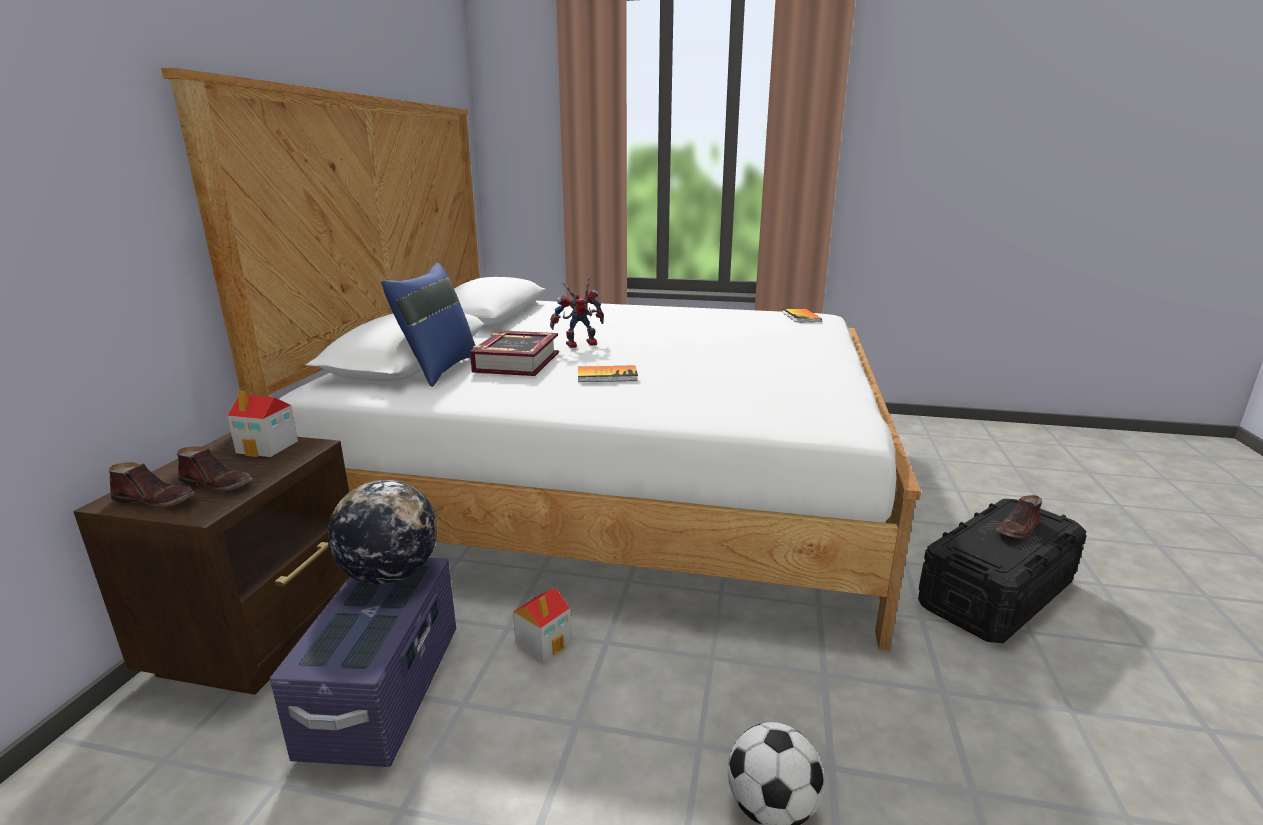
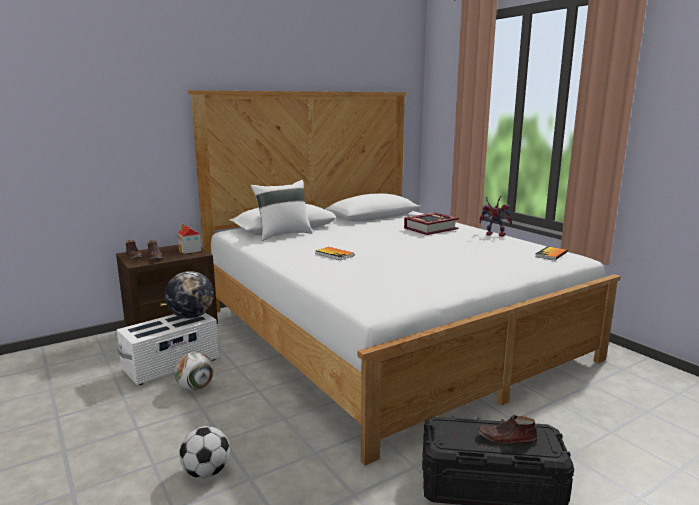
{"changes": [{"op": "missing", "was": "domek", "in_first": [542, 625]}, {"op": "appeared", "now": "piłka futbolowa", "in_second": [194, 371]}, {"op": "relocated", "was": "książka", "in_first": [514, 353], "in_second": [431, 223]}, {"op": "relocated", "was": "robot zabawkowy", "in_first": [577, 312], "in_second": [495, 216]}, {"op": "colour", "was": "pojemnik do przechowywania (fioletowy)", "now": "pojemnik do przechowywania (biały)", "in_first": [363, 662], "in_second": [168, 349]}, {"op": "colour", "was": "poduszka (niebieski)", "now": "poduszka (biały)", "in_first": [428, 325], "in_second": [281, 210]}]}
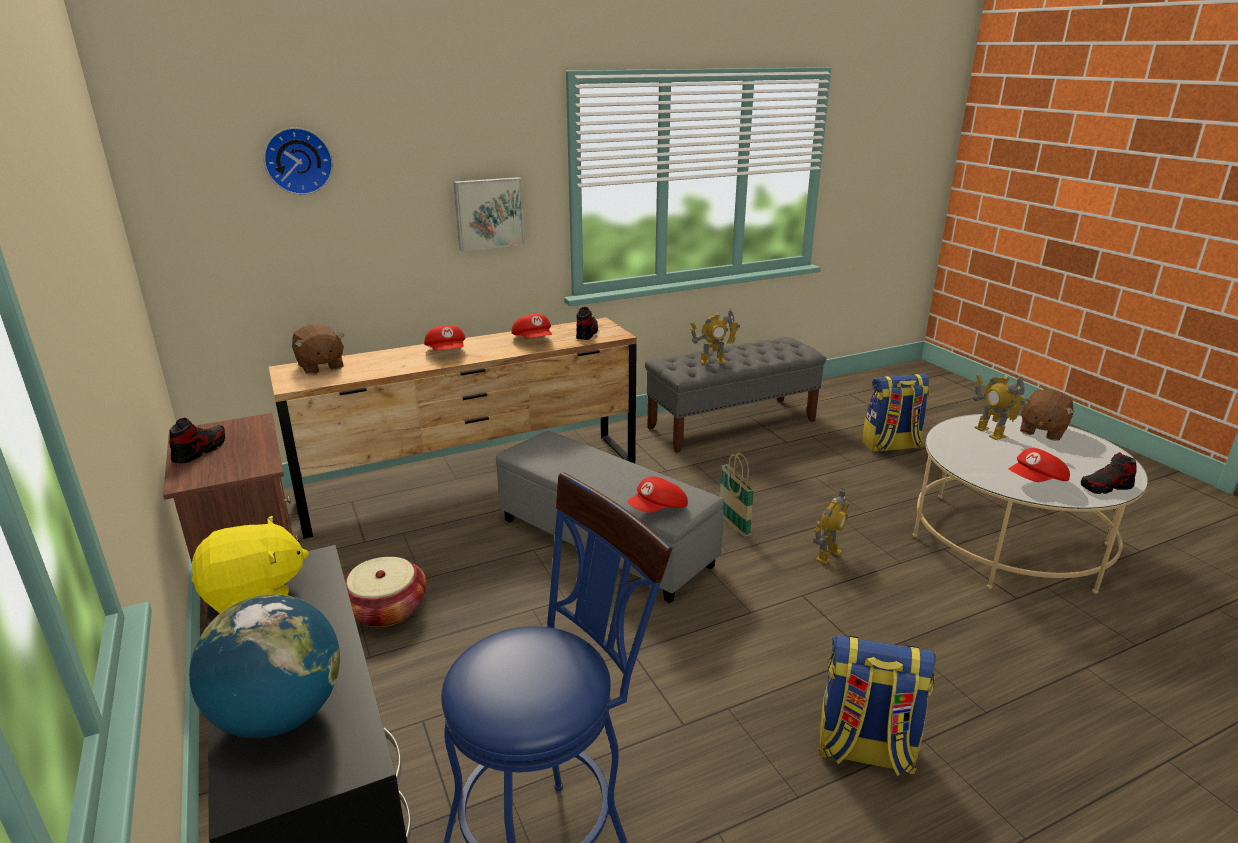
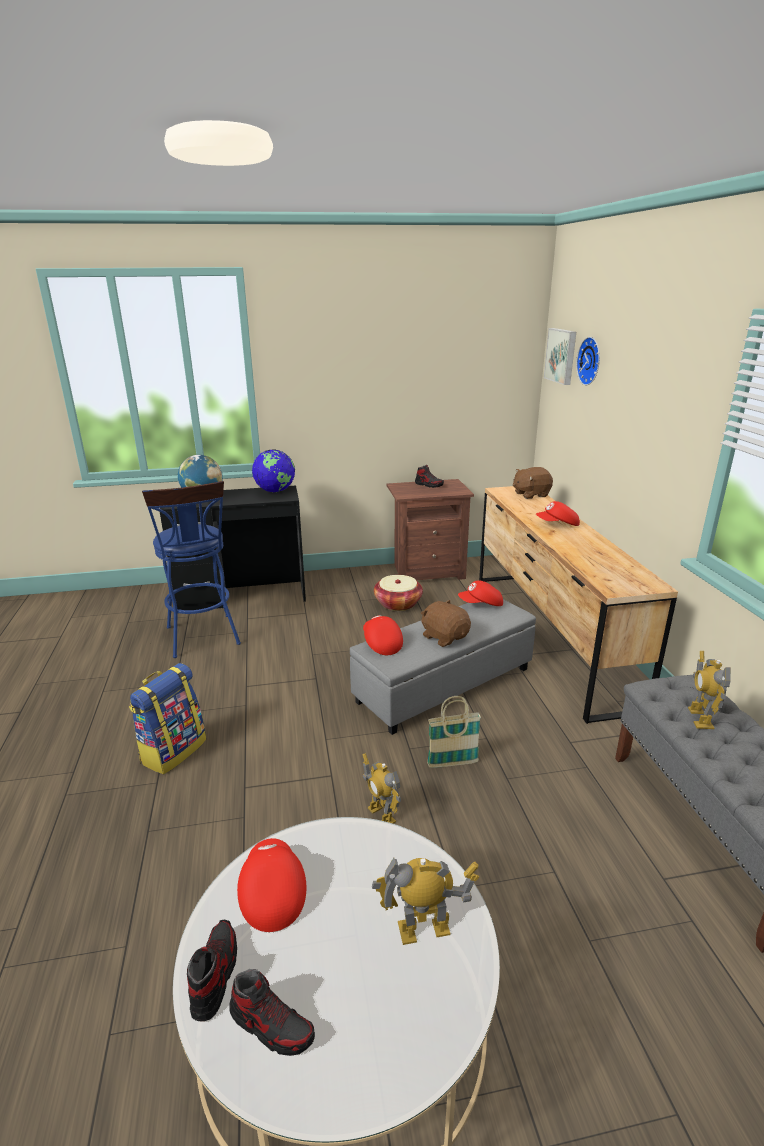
{"changes": [{"op": "missing", "was": "plecak", "in_first": [896, 413]}, {"op": "relocated", "was": "obraz", "in_first": [489, 214], "in_second": [560, 356]}, {"op": "relocated", "was": "czapka z daszkiem (czerwony)", "in_first": [531, 326], "in_second": [480, 593]}, {"op": "relocated", "was": "but", "in_first": [587, 323], "in_second": [272, 1012]}, {"op": "relocated", "was": "pluszak (brązowy)", "in_first": [1047, 415], "in_second": [446, 623]}, {"op": "exchanged", "was": "pluszak (żółty)", "now": "globus", "in_first": [250, 564], "in_second": [273, 471]}]}
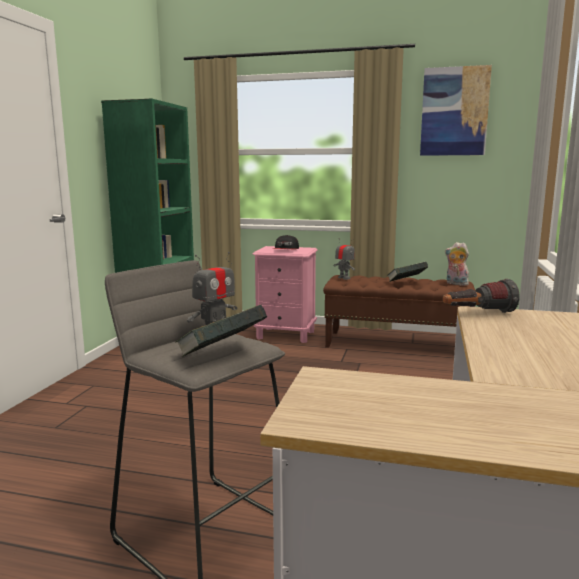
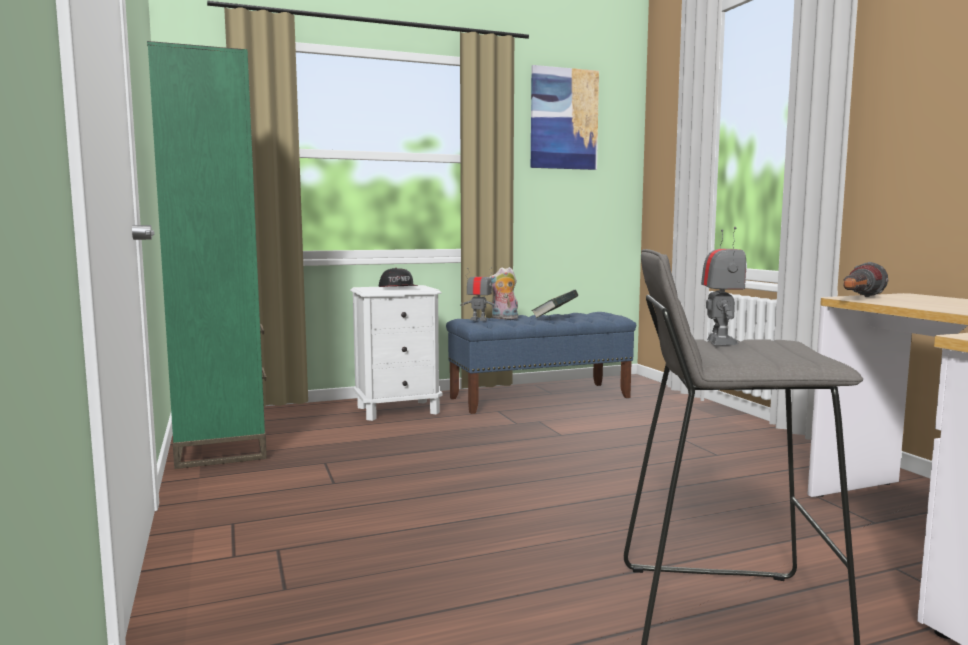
{"changes": [{"op": "missing", "was": "książka", "in_first": [221, 331]}, {"op": "relocated", "was": "pluszak", "in_first": [457, 264], "in_second": [504, 293]}, {"op": "colour", "was": "szafka nocna (różowy)", "now": "szafka nocna (biały)", "in_first": [285, 294], "in_second": [396, 353]}, {"op": "colour", "was": "ławka (brązowy)", "now": "ławka (niebieski)", "in_first": [399, 311], "in_second": [541, 363]}]}
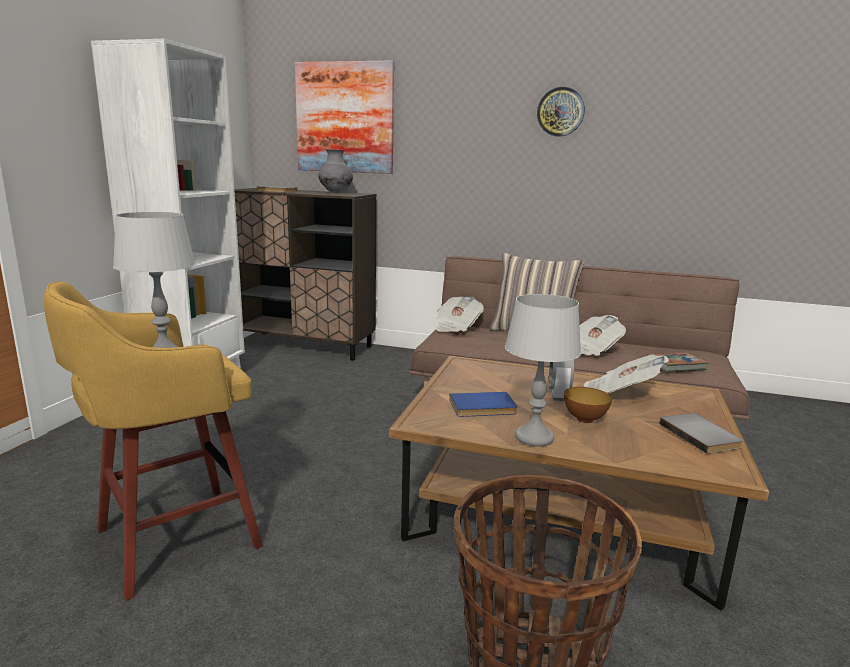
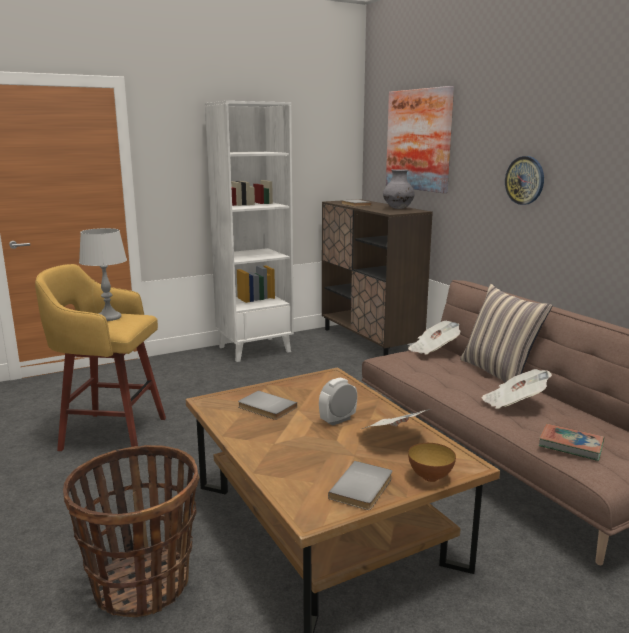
{"changes": [{"op": "missing", "was": "lampa stołowa (szary)", "in_first": [543, 370]}, {"op": "relocated", "was": "zegar ścienny", "in_first": [561, 112], "in_second": [524, 180]}, {"op": "relocated", "was": "miska", "in_first": [588, 405], "in_second": [432, 462]}, {"op": "colour", "was": "książka (niebieski)", "now": "książka (szary)", "in_first": [483, 404], "in_second": [267, 405]}]}
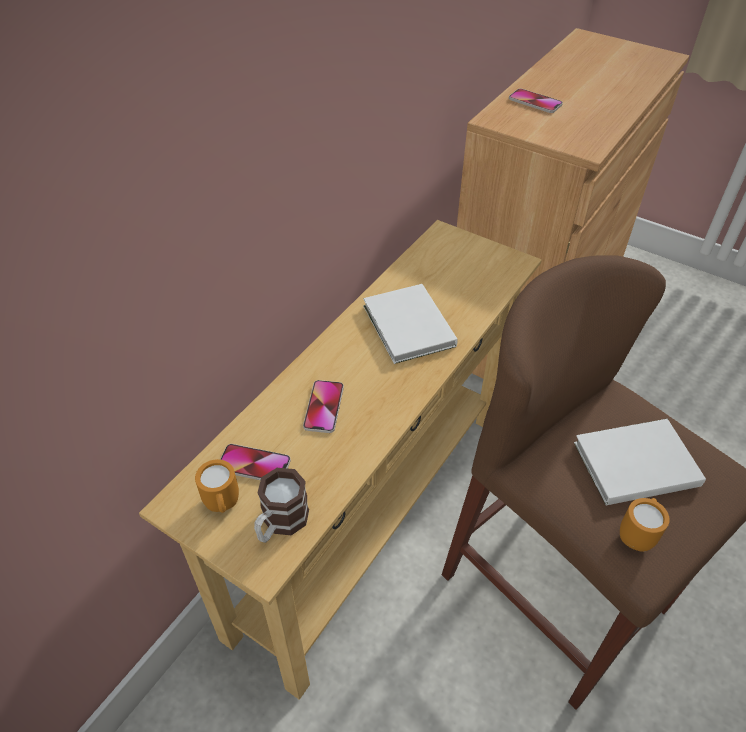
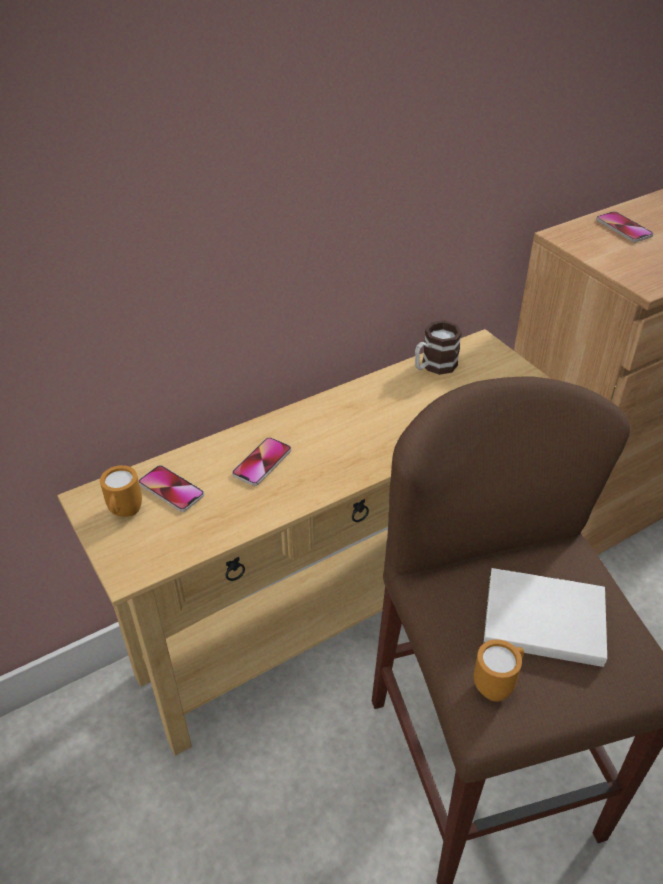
{"changes": [{"op": "missing", "was": "książka (biały)", "in_first": [410, 324]}, {"op": "relocated", "was": "kubek", "in_first": [281, 505], "in_second": [438, 348]}]}
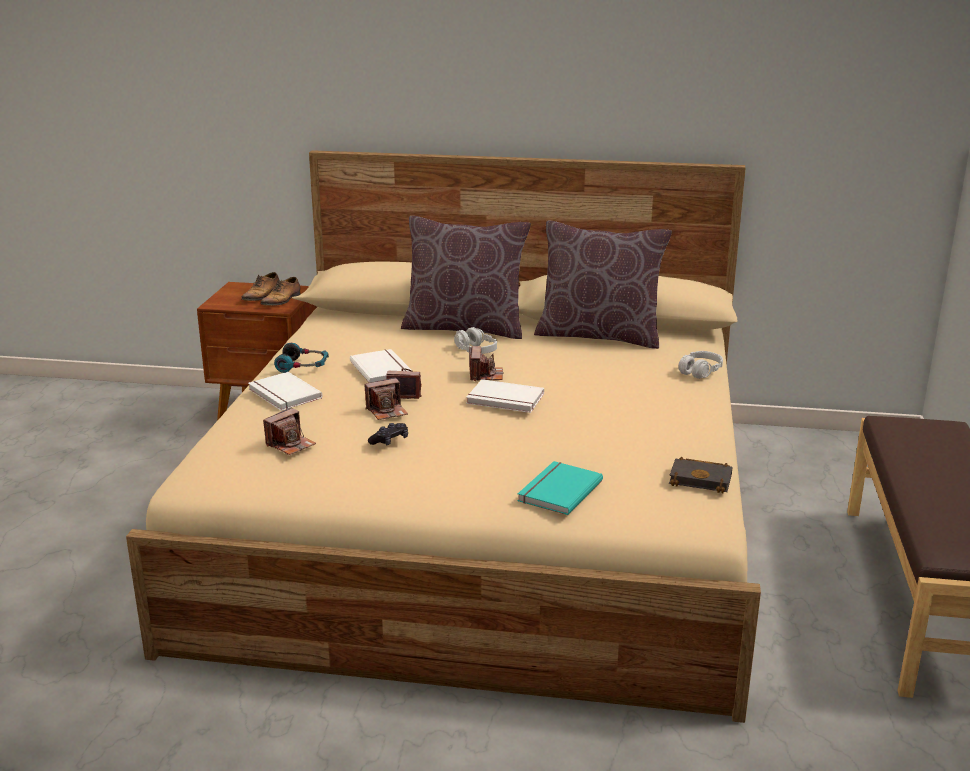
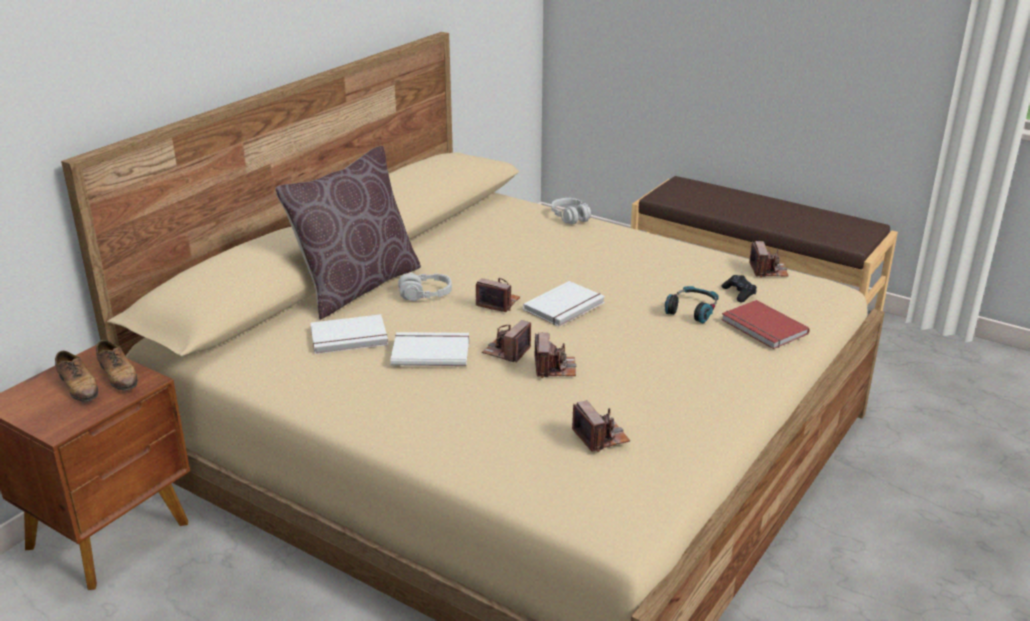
{"changes": [{"op": "missing", "was": "poduszka (brązowy)", "in_first": [603, 285]}, {"op": "relocated", "was": "książka (biały)", "in_first": [285, 391], "in_second": [349, 334]}, {"op": "relocated", "was": "słuchawki", "in_first": [301, 358], "in_second": [692, 304]}, {"op": "relocated", "was": "pad do gier (czarny)", "in_first": [388, 434], "in_second": [739, 288]}, {"op": "exchanged", "was": "książka (czarny)", "now": "aparat fotograficzny", "in_first": [701, 475], "in_second": [769, 259]}, {"op": "colour", "was": "książka (turkusowy)", "now": "książka (czerwony)", "in_first": [560, 488], "in_second": [765, 324]}]}
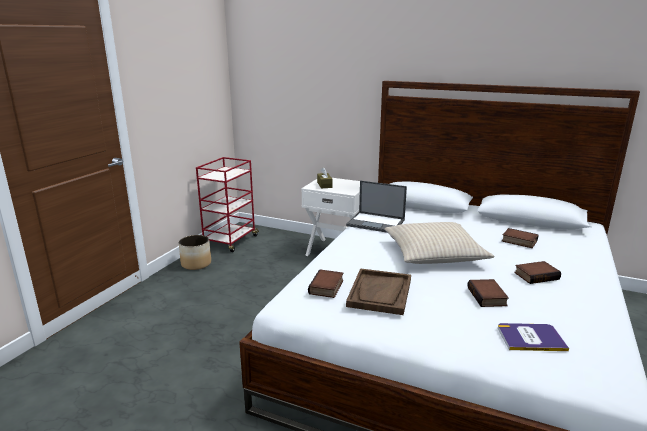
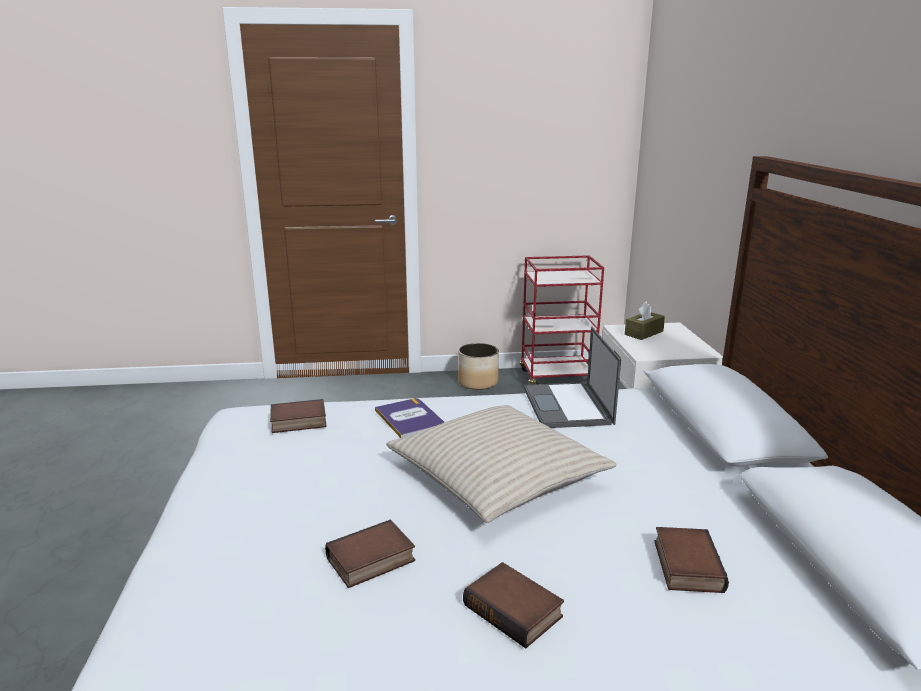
{"changes": [{"op": "missing", "was": "taca (brązowy)", "in_first": [378, 291]}, {"op": "relocated", "was": "książka", "in_first": [533, 337], "in_second": [409, 418]}]}
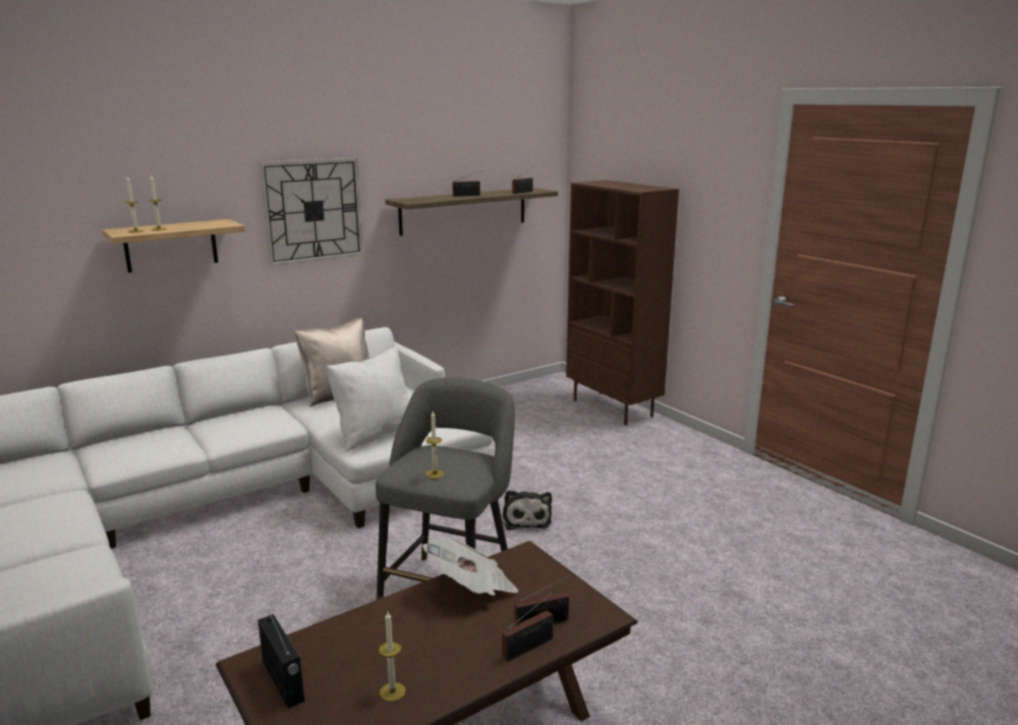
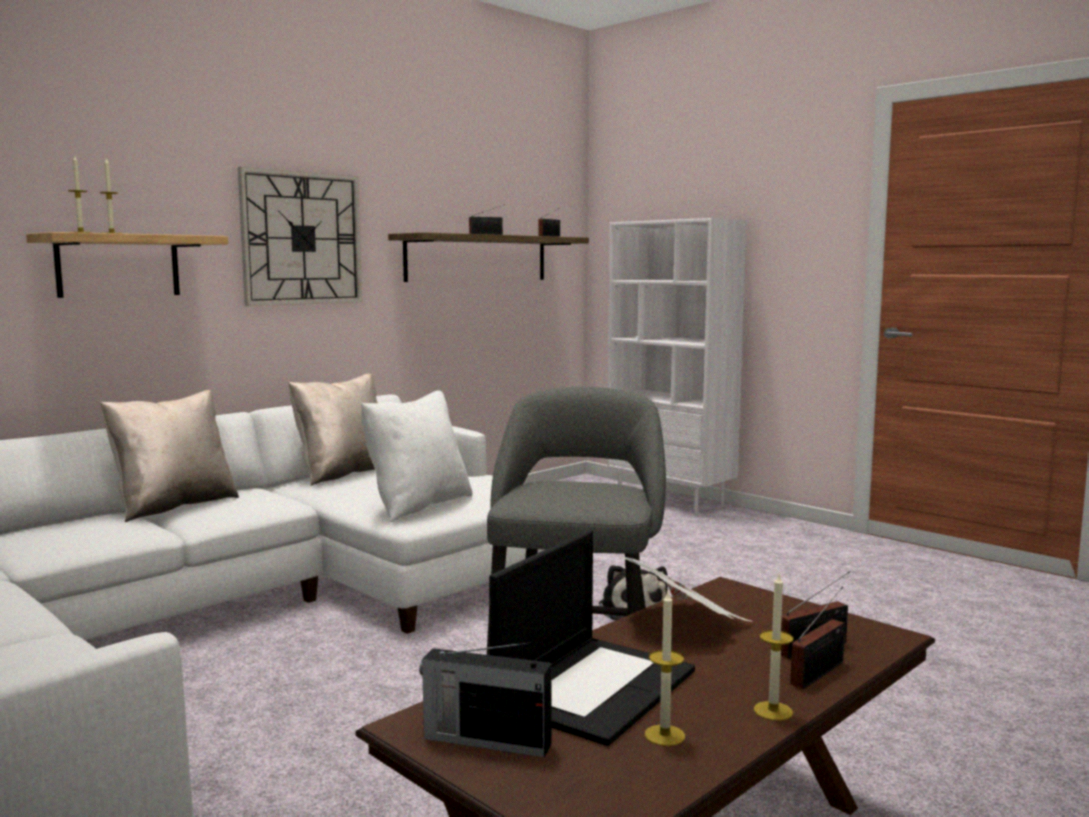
{"changes": [{"op": "appeared", "now": "poduszka (beżowy)", "in_second": [169, 456]}, {"op": "appeared", "now": "laptop", "in_second": [592, 638]}, {"op": "relocated", "was": "świeca", "in_first": [435, 445], "in_second": [774, 647]}, {"op": "colour", "was": "regał (brązowy)", "now": "regał (biały)", "in_first": [622, 302], "in_second": [677, 367]}, {"op": "spun", "was": "radio", "in_first": [281, 659], "in_second": [485, 699], "clockwise": 150}]}
